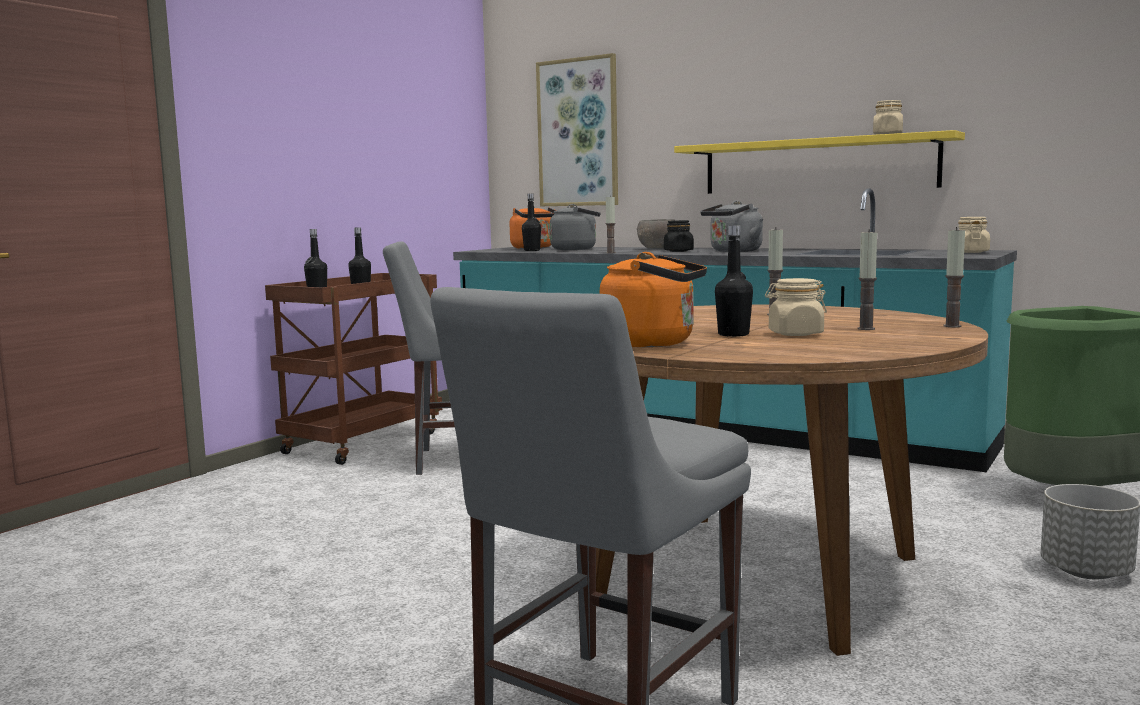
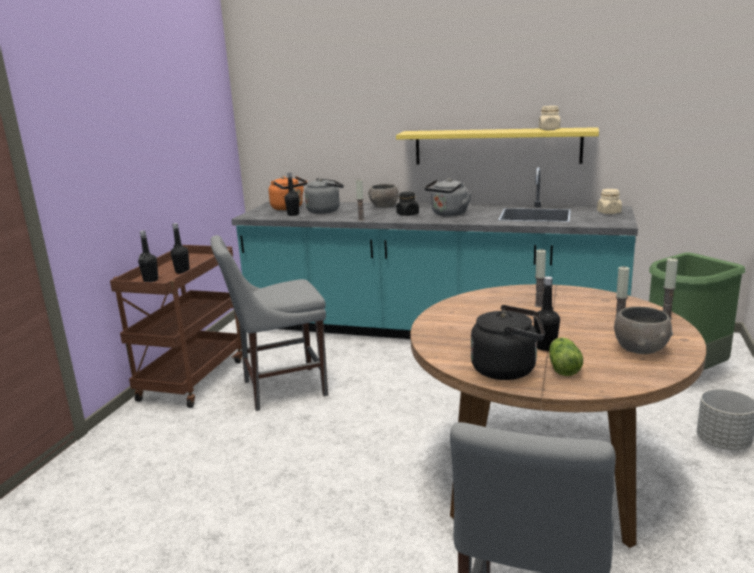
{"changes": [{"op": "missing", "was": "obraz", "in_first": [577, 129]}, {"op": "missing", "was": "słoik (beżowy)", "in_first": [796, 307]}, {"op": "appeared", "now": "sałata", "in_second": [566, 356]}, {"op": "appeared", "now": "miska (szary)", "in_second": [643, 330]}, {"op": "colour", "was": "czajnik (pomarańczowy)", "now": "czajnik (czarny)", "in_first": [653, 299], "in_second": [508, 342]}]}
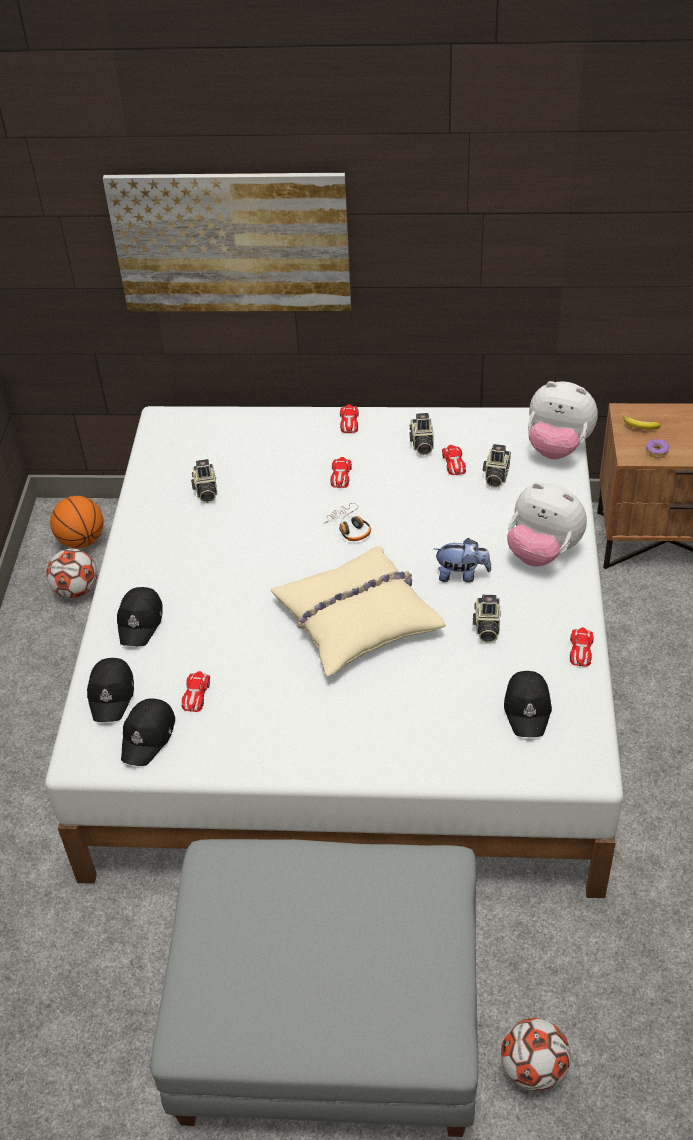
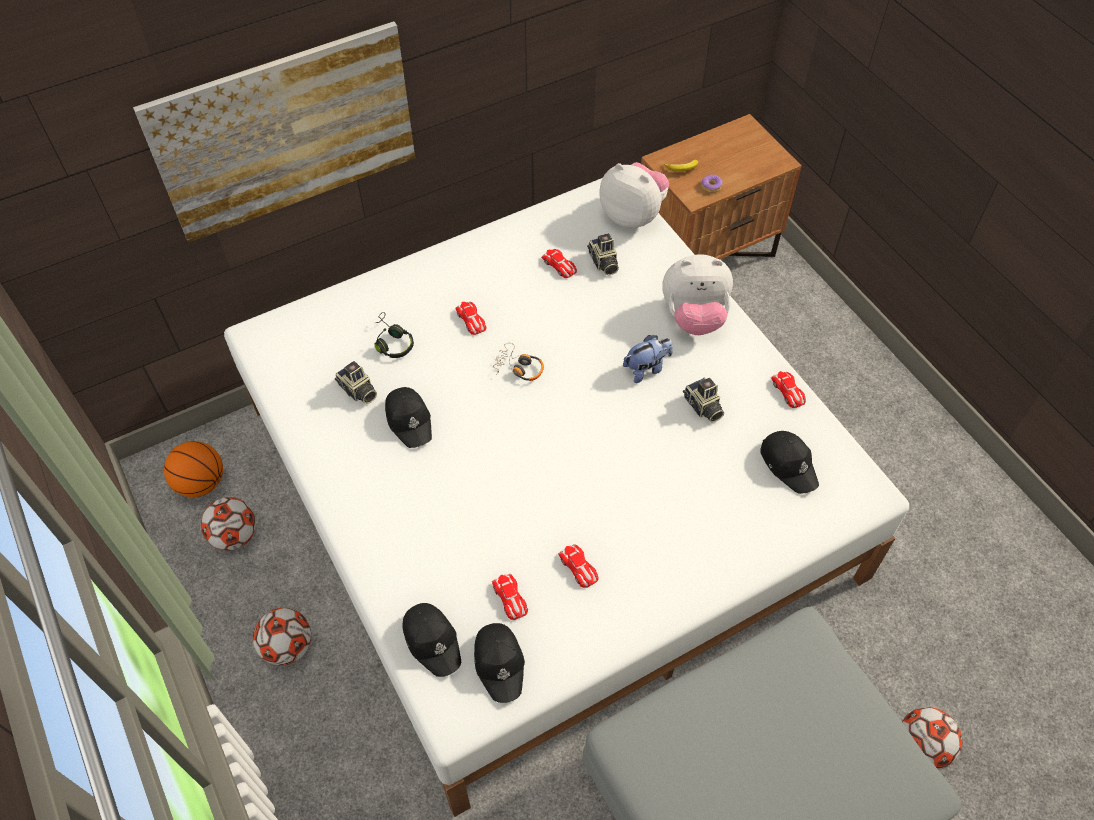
{"changes": [{"op": "missing", "was": "poduszka (beżowy)", "in_first": [358, 611]}, {"op": "missing", "was": "aparat fotograficzny", "in_first": [421, 434]}, {"op": "appeared", "now": "piłka futbolowa", "in_second": [282, 637]}, {"op": "appeared", "now": "słuchawki (czarny)", "in_second": [394, 335]}, {"op": "relocated", "was": "czapka z daszkiem (czarny)", "in_first": [140, 616], "in_second": [408, 417]}, {"op": "relocated", "was": "samochodzik", "in_first": [349, 418], "in_second": [578, 566]}, {"op": "spun", "was": "pluszak", "in_first": [563, 420], "in_second": [634, 195], "clockwise": -135}]}
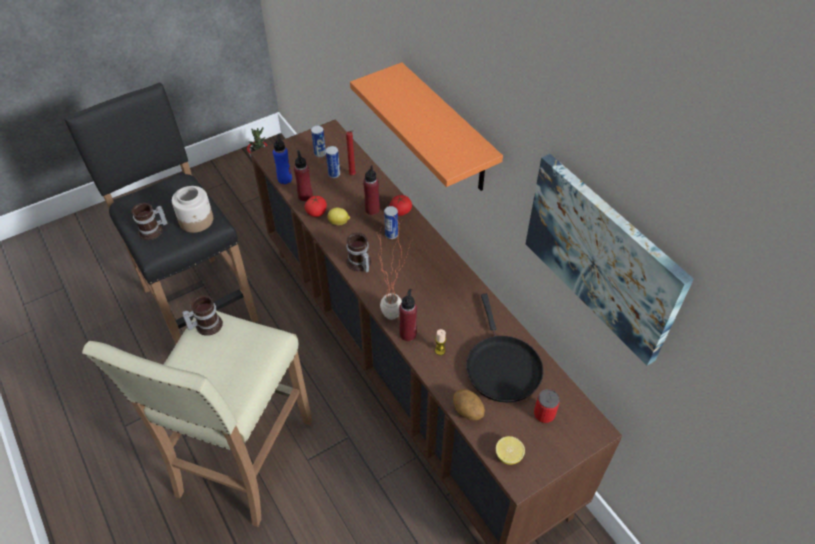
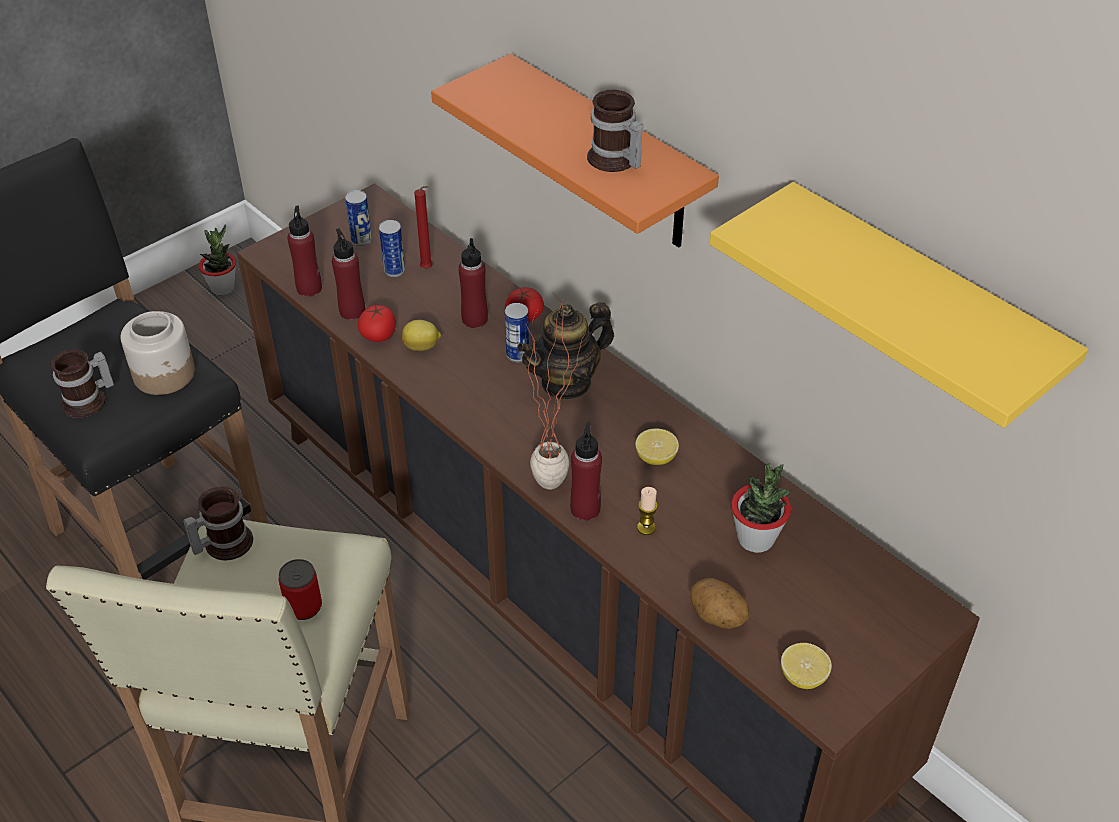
{"changes": [{"op": "appeared", "now": "imbryk", "in_second": [565, 351]}, {"op": "appeared", "now": "cytryna", "in_second": [657, 446]}, {"op": "relocated", "was": "kubek", "in_first": [358, 252], "in_second": [615, 131]}, {"op": "relocated", "was": "puszka", "in_first": [547, 406], "in_second": [300, 589]}, {"op": "exchanged", "was": "patelnia (czarny)", "now": "roślina doniczkowa", "in_first": [504, 348], "in_second": [761, 508]}, {"op": "exchanged", "was": "obraz", "now": "półka (żółty)", "in_first": [610, 260], "in_second": [898, 305]}, {"op": "colour", "was": "butelka (niebieski)", "now": "butelka (czerwony)", "in_first": [282, 159], "in_second": [304, 251]}]}
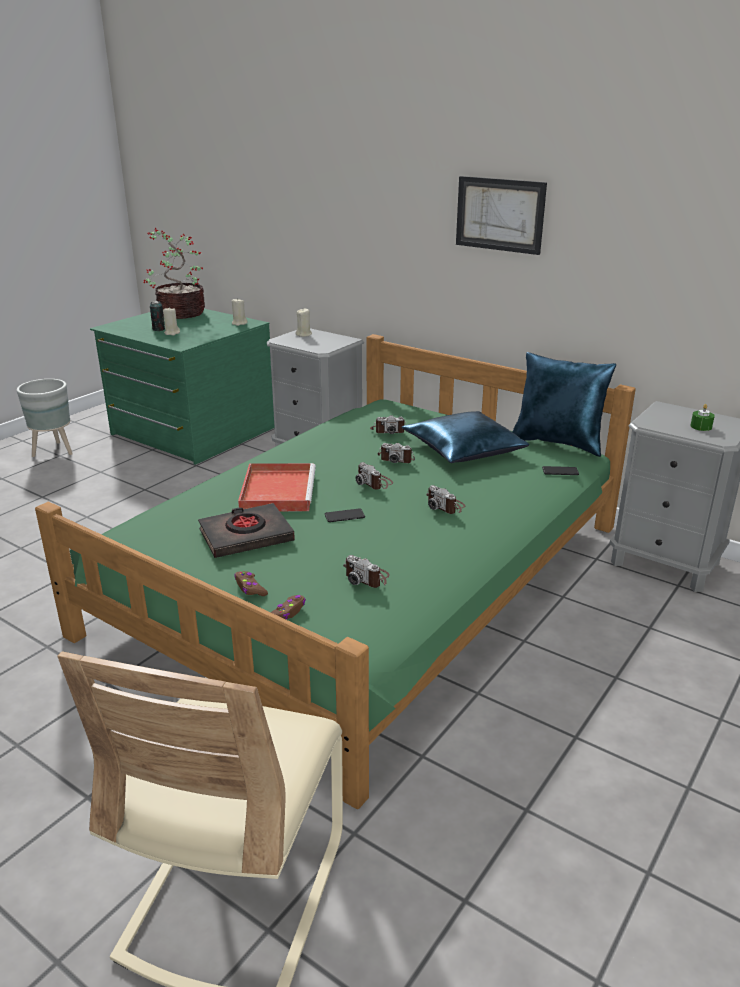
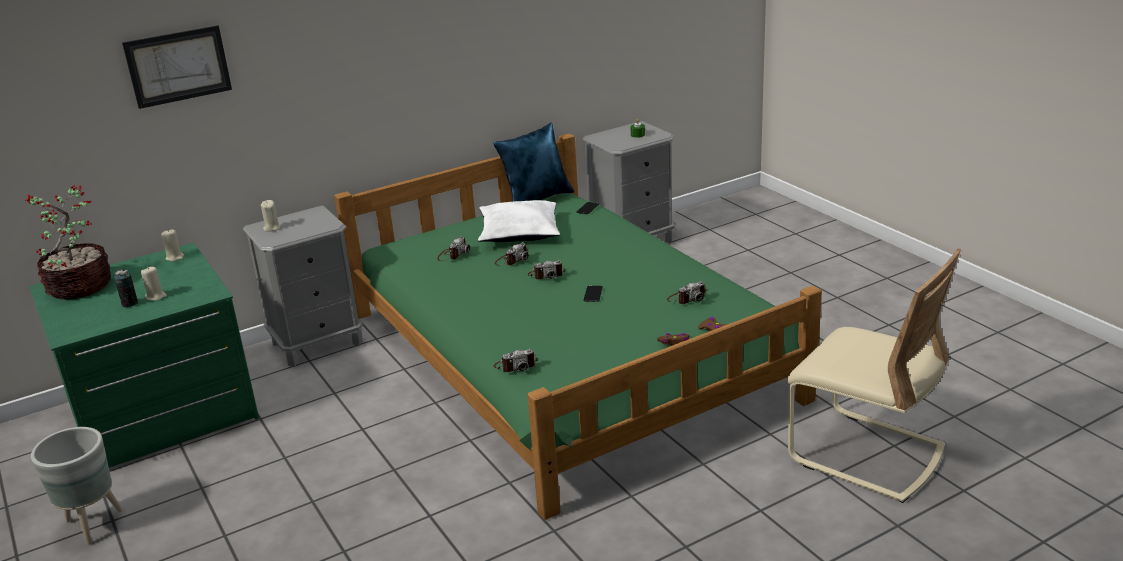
{"changes": [{"op": "missing", "was": "książka (czarny)", "in_first": [246, 530]}, {"op": "missing", "was": "taca (czerwony)", "in_first": [277, 487]}, {"op": "relocated", "was": "aparat fotograficzny", "in_first": [445, 499], "in_second": [516, 360]}, {"op": "relocated", "was": "obraz", "in_first": [501, 215], "in_second": [177, 67]}, {"op": "colour", "was": "poduszka (niebieski)", "now": "poduszka (biały)", "in_first": [465, 437], "in_second": [519, 221]}]}
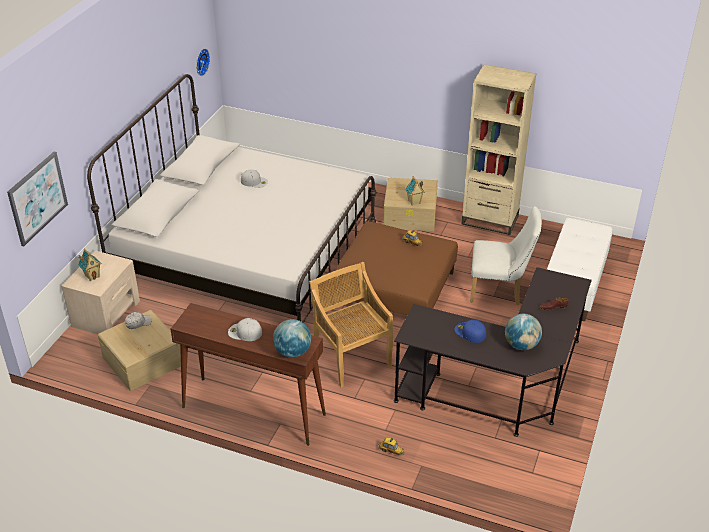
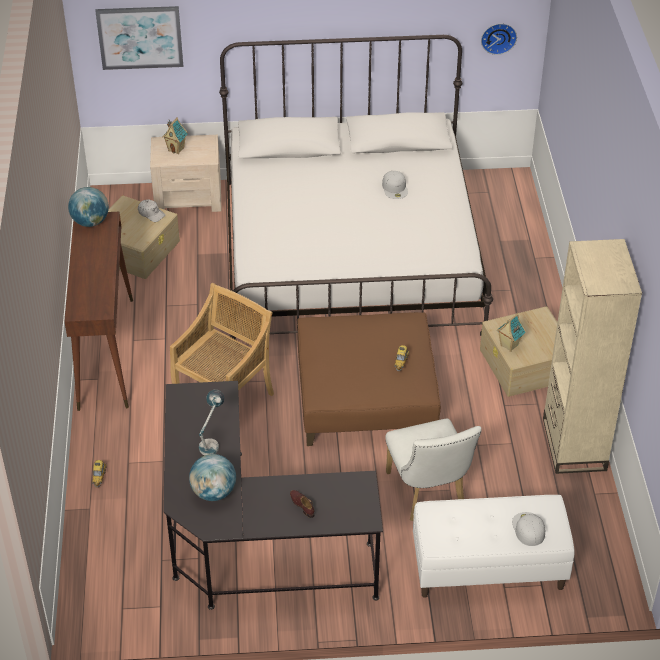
{"changes": [{"op": "relocated", "was": "czapka z daszkiem (biały)", "in_first": [245, 329], "in_second": [528, 529]}, {"op": "relocated", "was": "globus", "in_first": [292, 338], "in_second": [88, 207]}, {"op": "exchanged", "was": "czapka z daszkiem (niebieski)", "now": "lampa stołowa", "in_first": [470, 331], "in_second": [211, 422]}]}
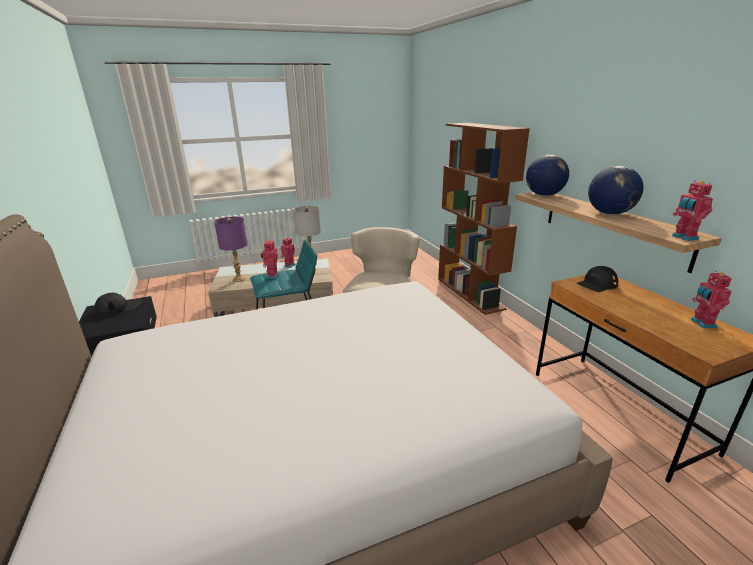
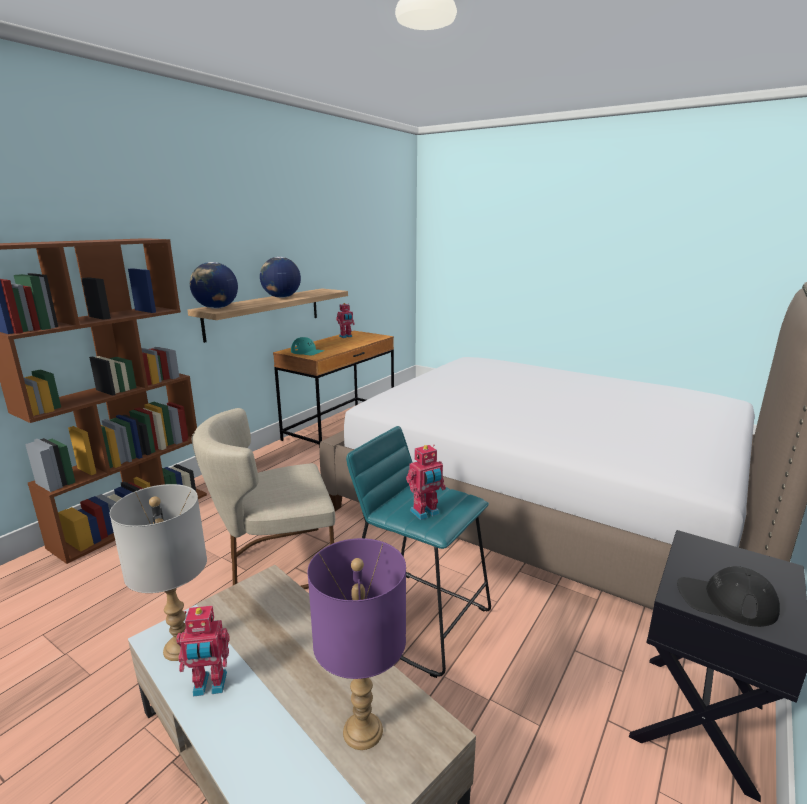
{"changes": [{"op": "missing", "was": "robot zabawkowy", "in_first": [692, 211]}, {"op": "colour", "was": "czapka z daszkiem (czarny)", "now": "czapka z daszkiem (turkusowy)", "in_first": [597, 279], "in_second": [308, 346]}]}
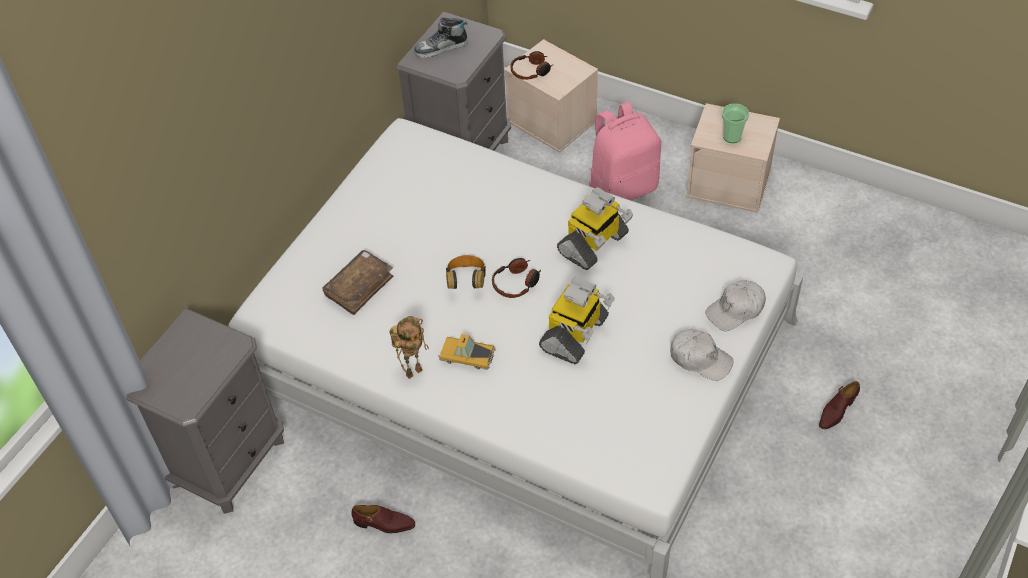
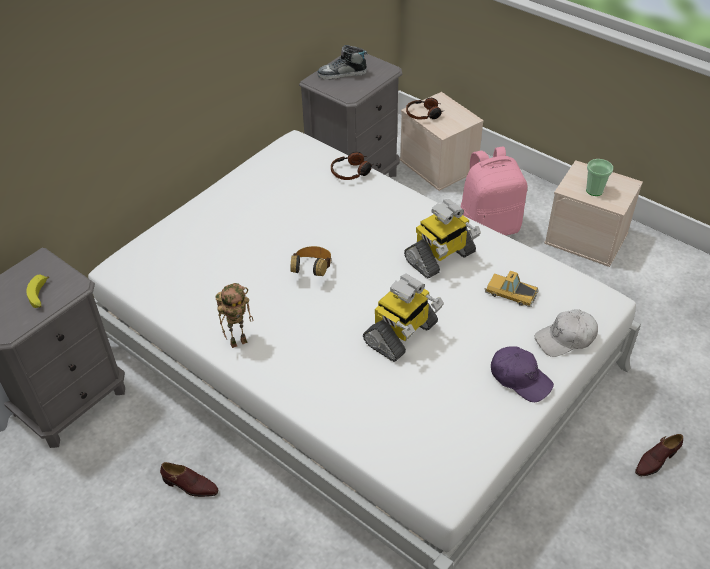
{"changes": [{"op": "missing", "was": "książka (brązowy)", "in_first": [357, 282]}, {"op": "appeared", "now": "banan", "in_second": [37, 291]}, {"op": "relocated", "was": "samochodzik", "in_first": [467, 352], "in_second": [511, 289]}, {"op": "relocated", "was": "słuchawki", "in_first": [516, 278], "in_second": [352, 166]}, {"op": "colour", "was": "czapka z daszkiem (biały)", "now": "czapka z daszkiem (fioletowy)", "in_first": [701, 355], "in_second": [522, 374]}]}
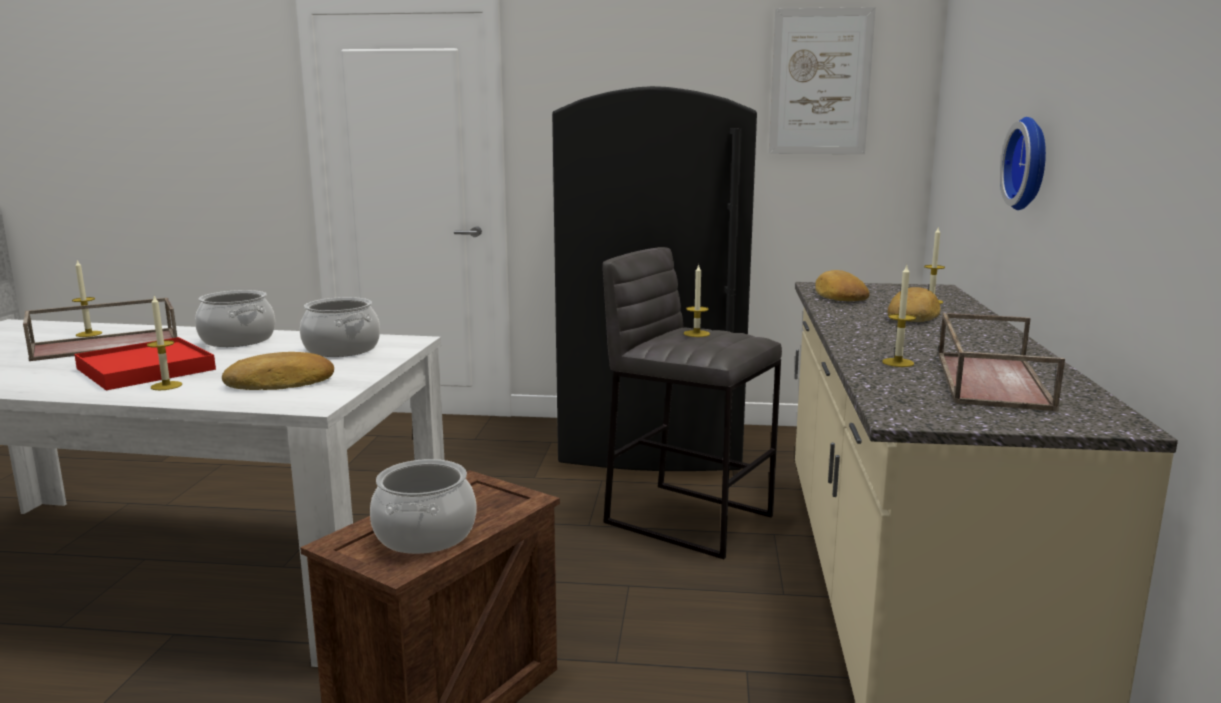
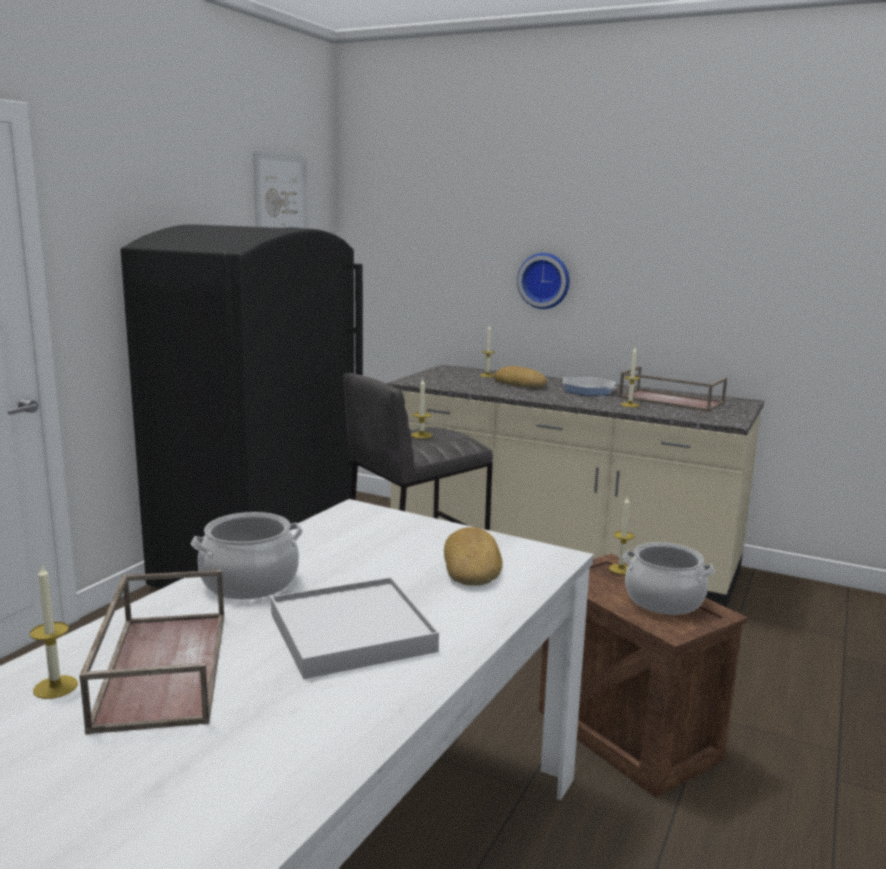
{"changes": [{"op": "missing", "was": "garnek", "in_first": [340, 327]}, {"op": "missing", "was": "chleb", "in_first": [842, 285]}, {"op": "appeared", "now": "patelnia", "in_second": [590, 386]}, {"op": "relocated", "was": "świeca", "in_first": [164, 343], "in_second": [622, 535]}, {"op": "colour", "was": "taca (czerwony)", "now": "taca (biały)", "in_first": [145, 363], "in_second": [355, 628]}]}
